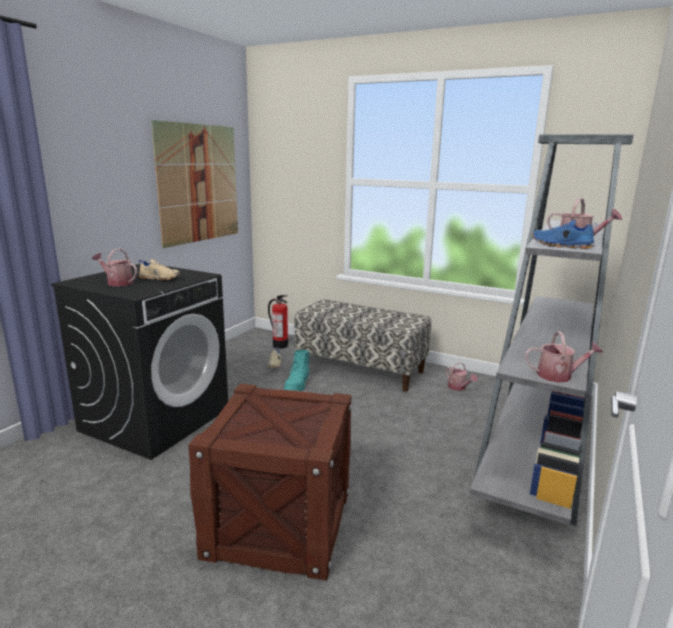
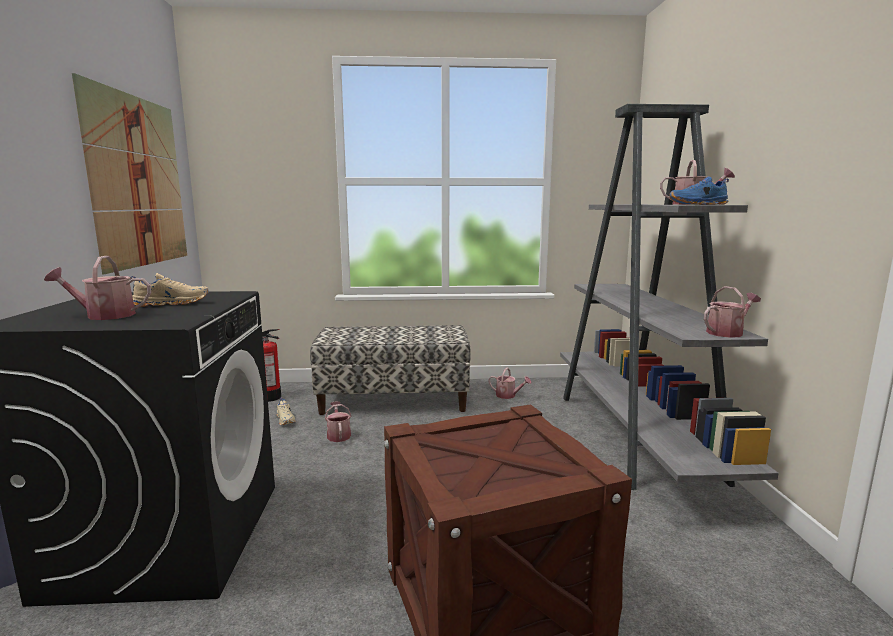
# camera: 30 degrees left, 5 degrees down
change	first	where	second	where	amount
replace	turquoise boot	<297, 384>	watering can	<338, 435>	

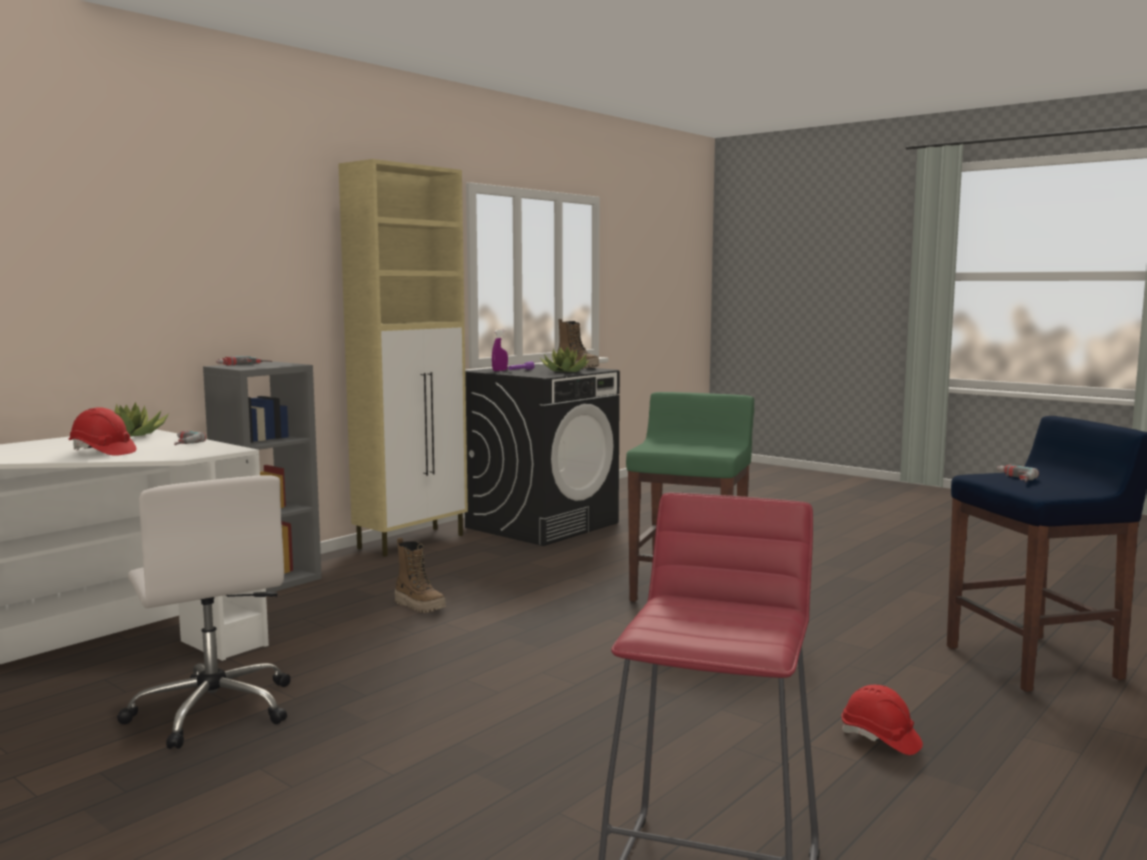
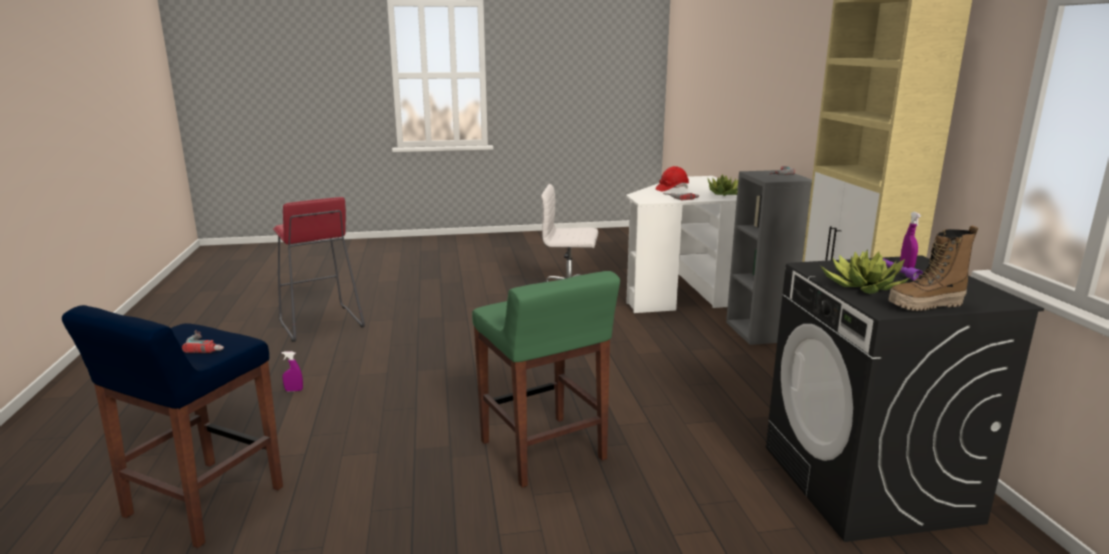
# camera: 130 degrees right, 10 degrees up
change	first	where	second	where	amount
delete	boot	<420, 606>			
replace	red hard hat	<880, 739>	purple spray bottle	<294, 390>	

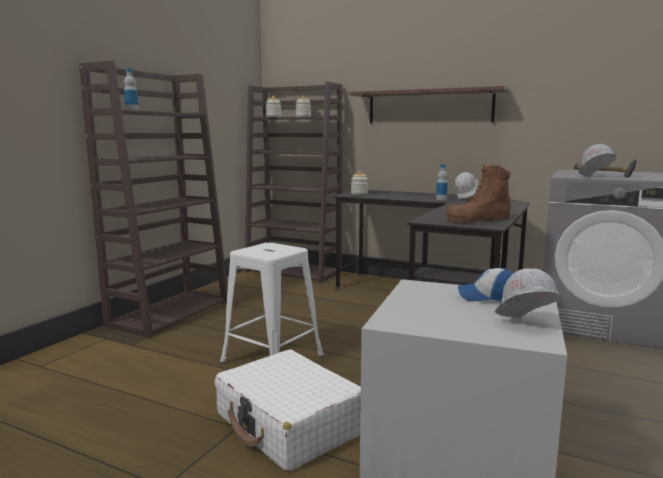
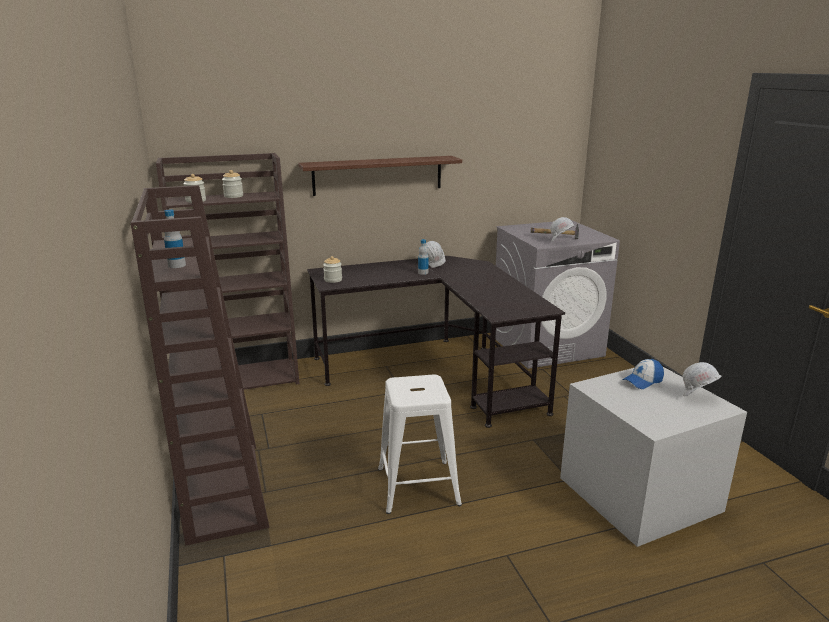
# camera: 45 degrees left, 10 degrees up
change	first	where	second	where	amount
delete	white suitcase	<289, 424>			
delete	brown boot	<478, 220>			

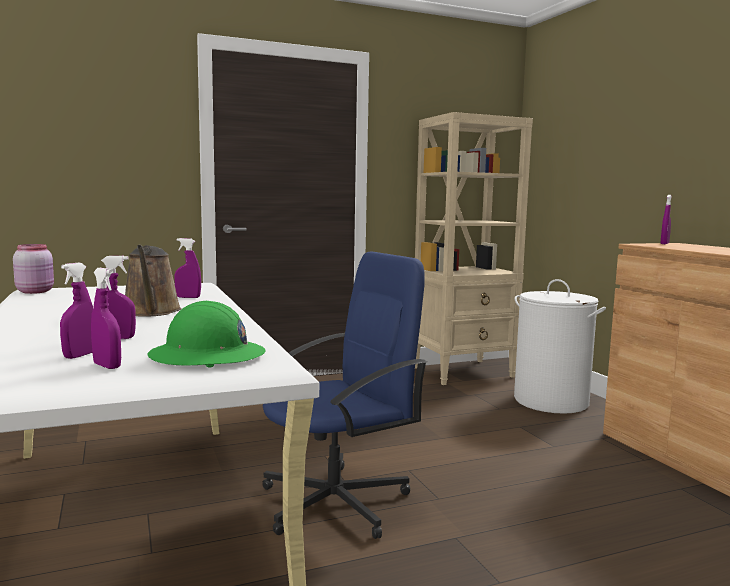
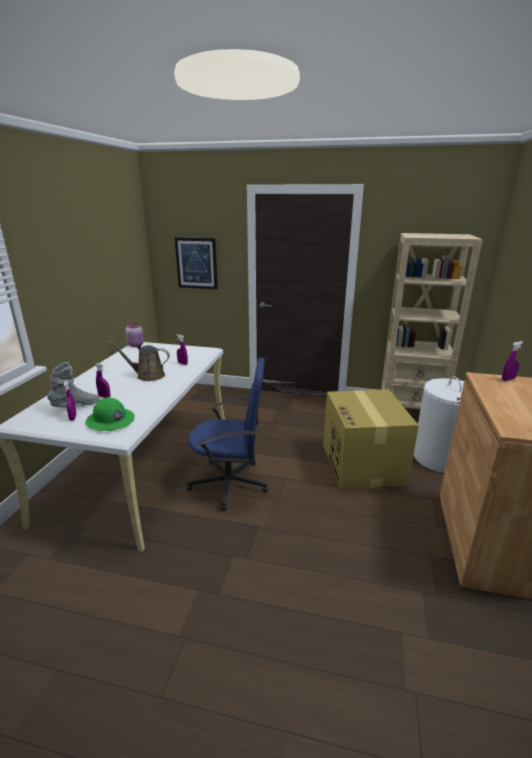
# camera: 35 degrees right, 15 degrees up
change	first	where	second	where	amount
insert			picture	<196, 263>	
insert			cardboard box	<363, 464>	
replace	purple spray bottle	<79, 355>	grey boot	<76, 407>	
rotate	brown watering can	<151, 312>		<147, 375>	75 degrees clockwise

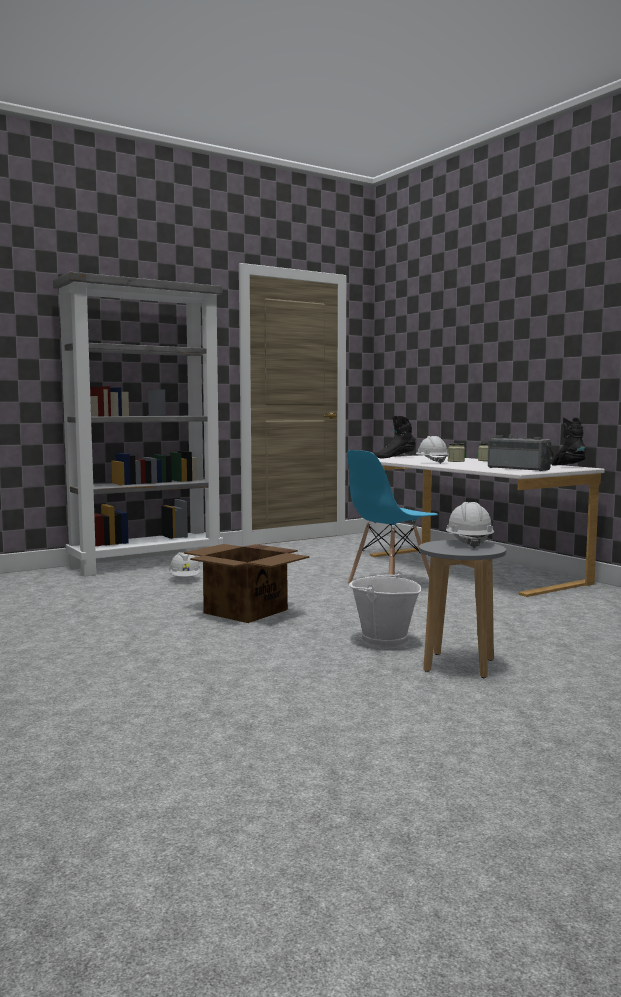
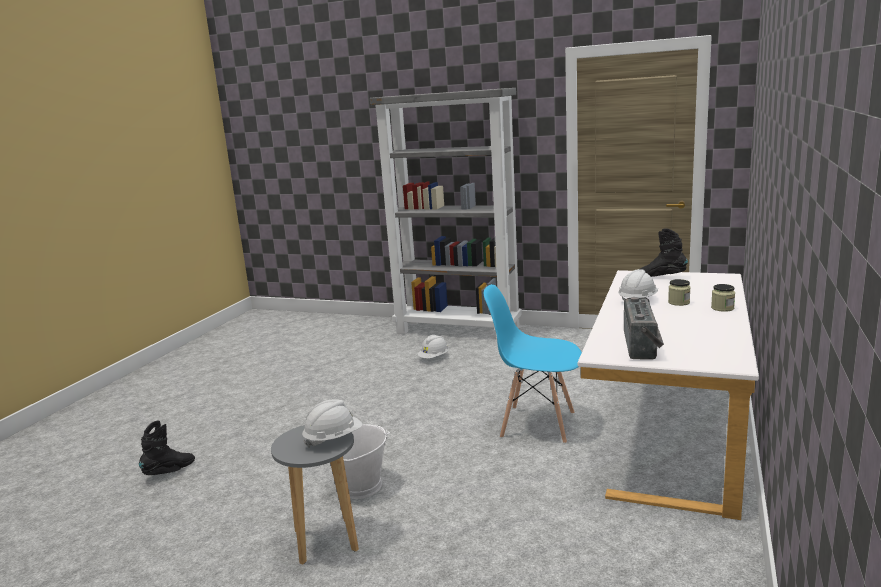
# camera: 55 degrees right, 10 degrees up
change	first	where	second	where	amount
delete	cardboard box	<246, 611>			
move	black boot	<567, 466>		<170, 472>	

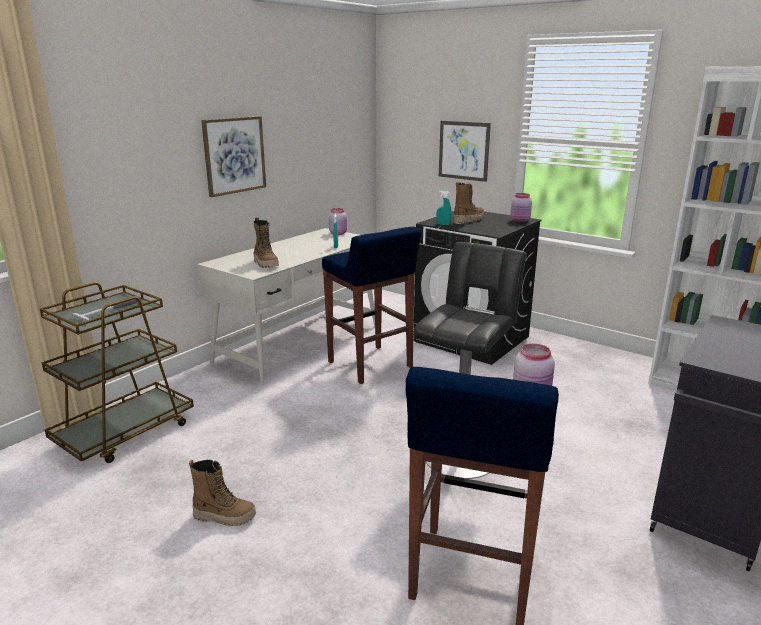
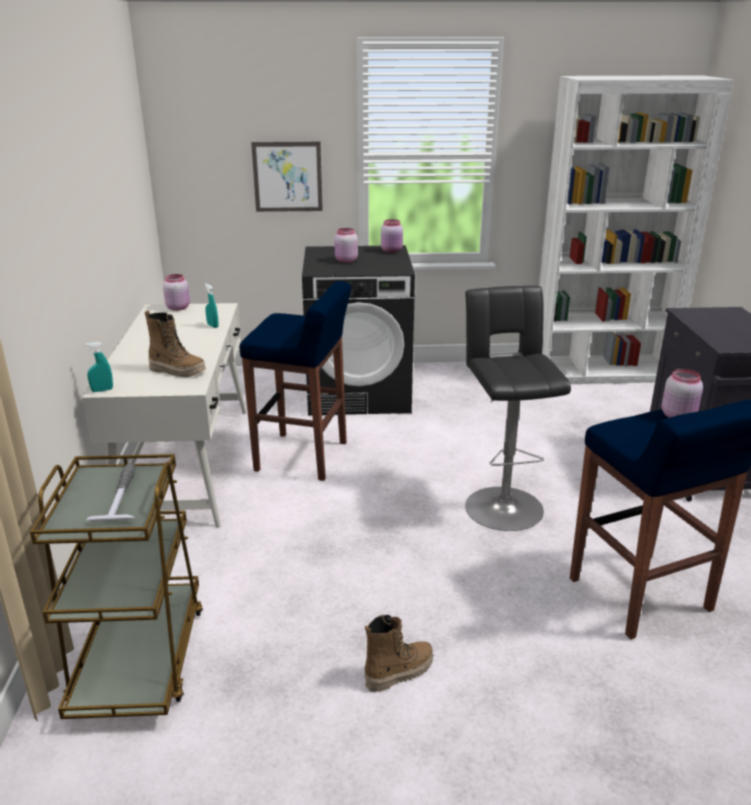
# camera: 40 degrees left, 5 degrees up
change	first	where	second	where	amount
delete	picture	<234, 155>			
move	turquoise spray bottle	<443, 224>		<102, 390>	
replace	boot	<468, 220>	pink jar	<345, 260>	

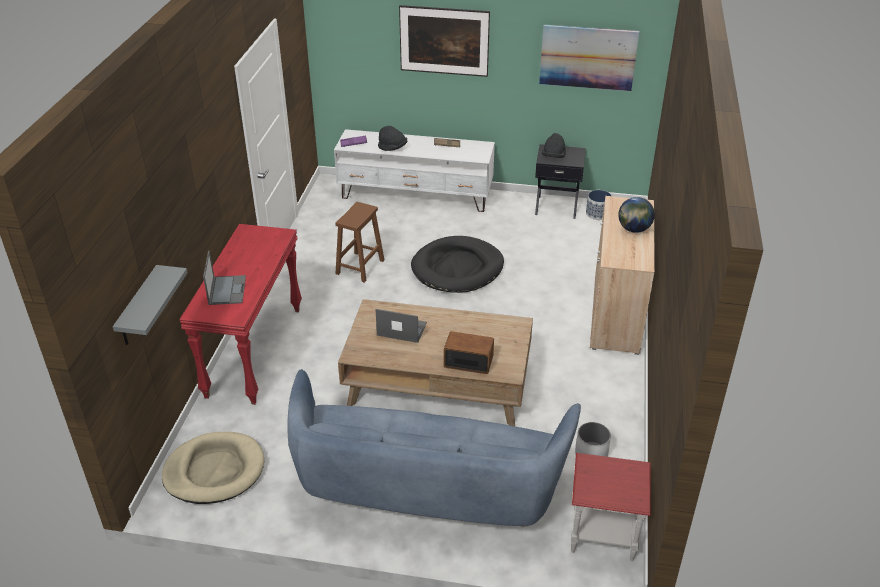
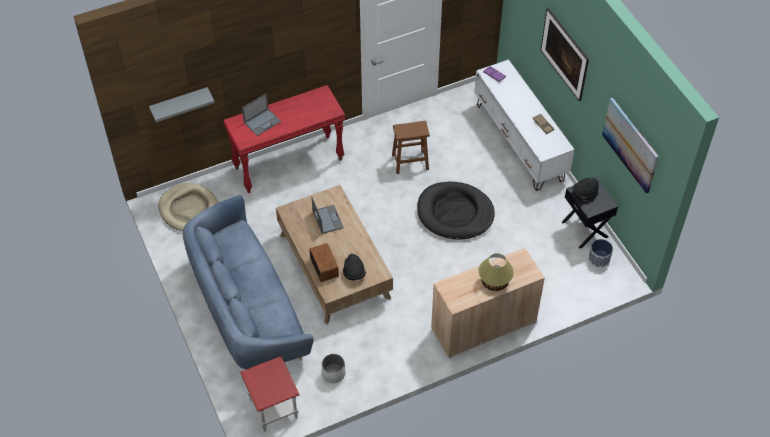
# camera: 55 degrees right, 15 degrees up
change	first	where	second	where	amount
move	black hat	<392, 148>		<354, 273>	
replace	globe	<634, 229>	table lamp	<494, 282>	

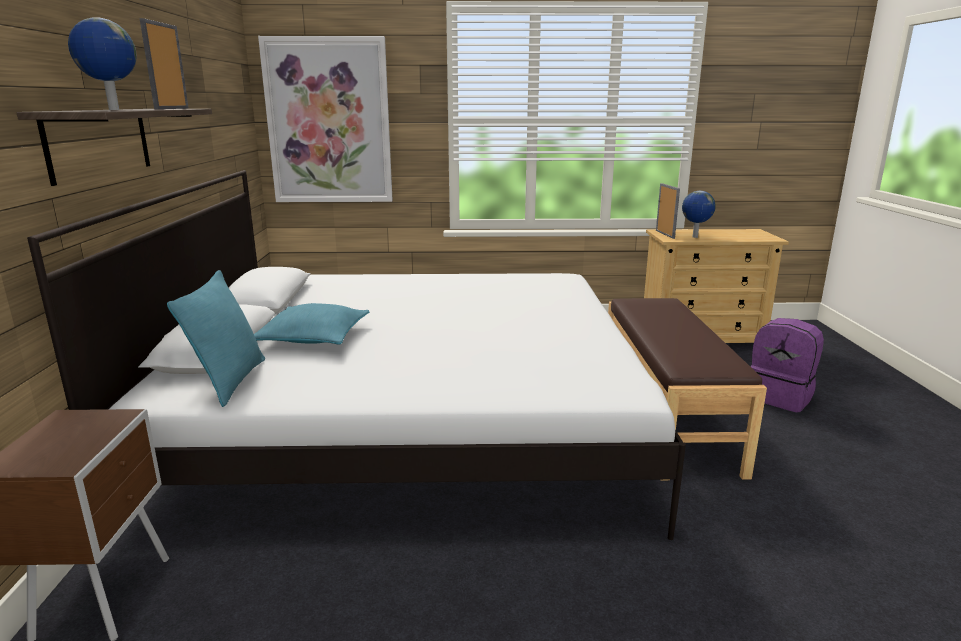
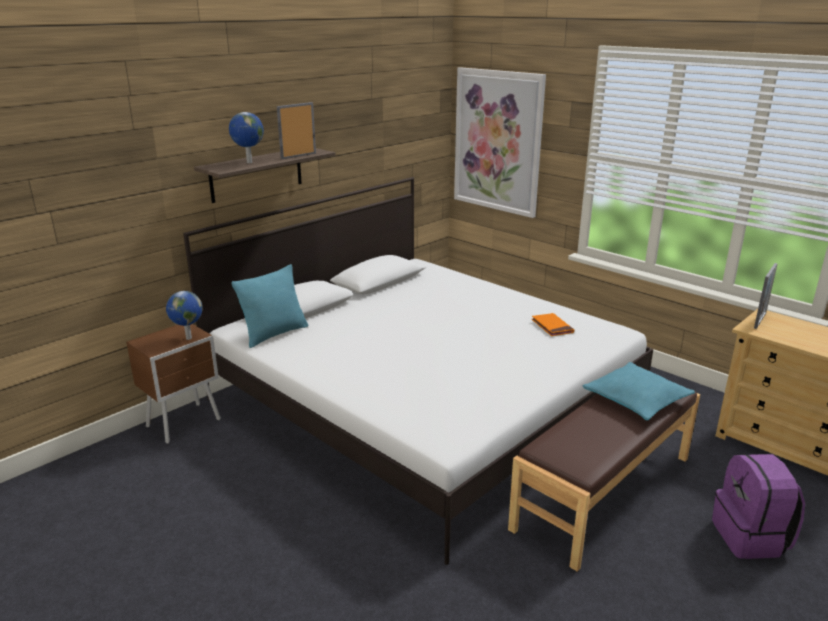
# camera: 45 degrees right, 5 degrees up
change	first	where	second	where	amount
insert			orange book	<552, 326>	
move	turquoise pillow	<313, 337>		<636, 399>	
move	globe	<695, 237>		<188, 338>	

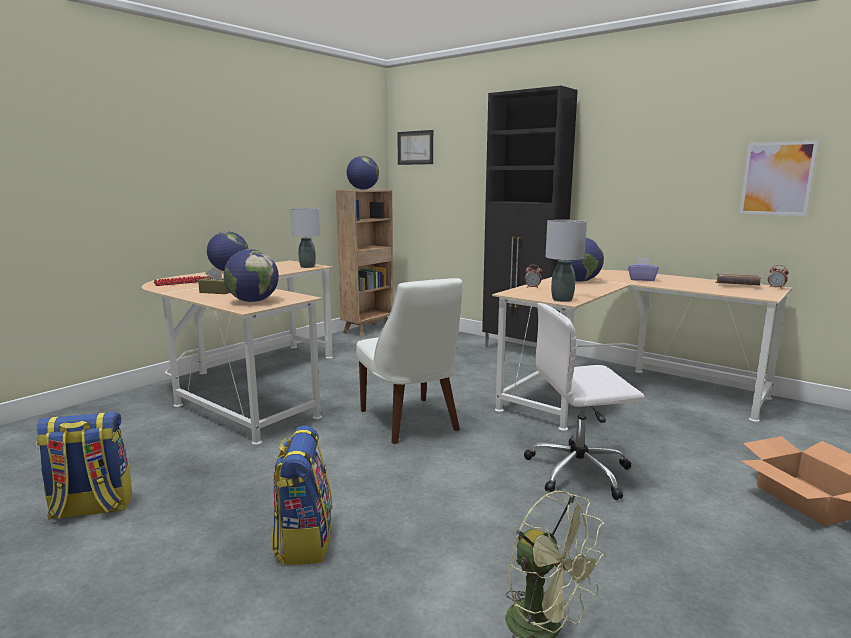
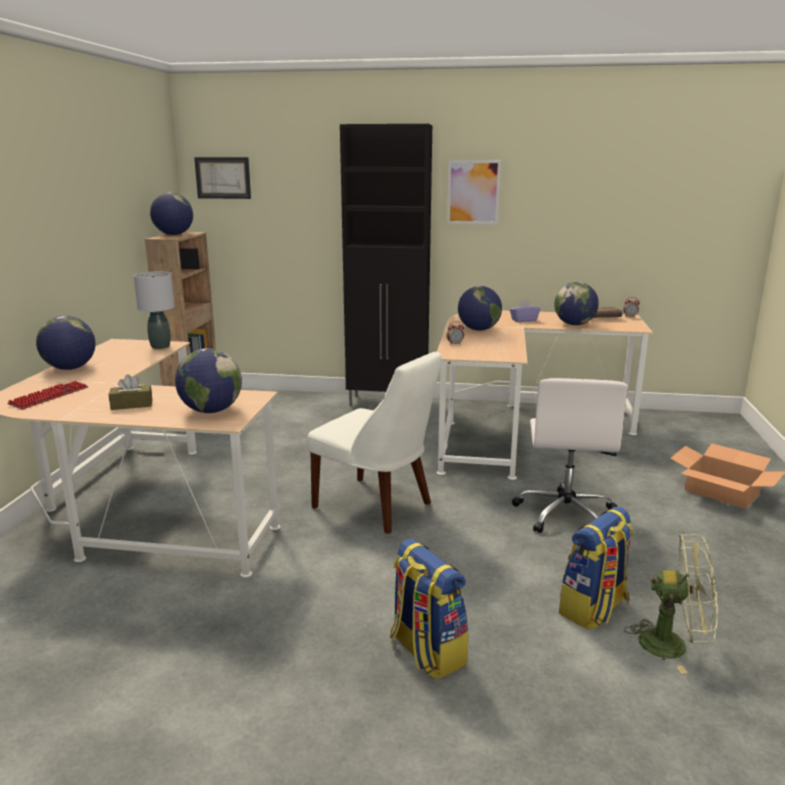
# camera: 30 degrees left, 5 degrees up
change	first	where	second	where	amount
delete	grey table lamp	<562, 300>			
insert			globe	<574, 324>	
move	backpack	<91, 508>		<594, 609>	
move	picture	<777, 178>		<473, 192>	
rotate	white office chair	<580, 471>		<565, 513>	45 degrees counterclockwise

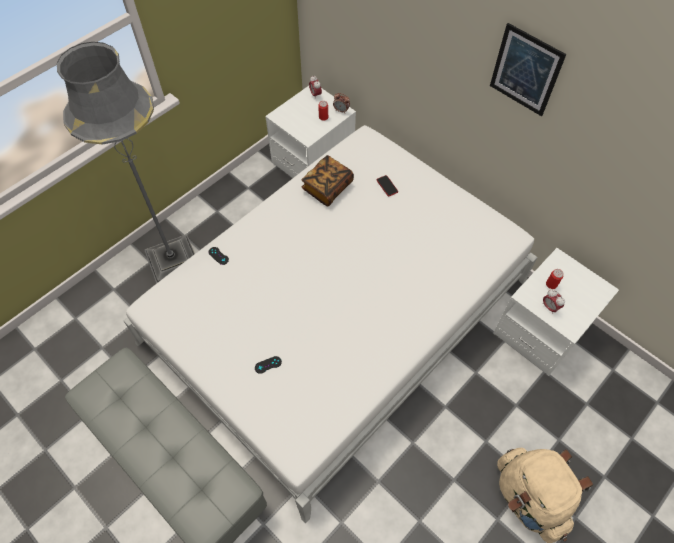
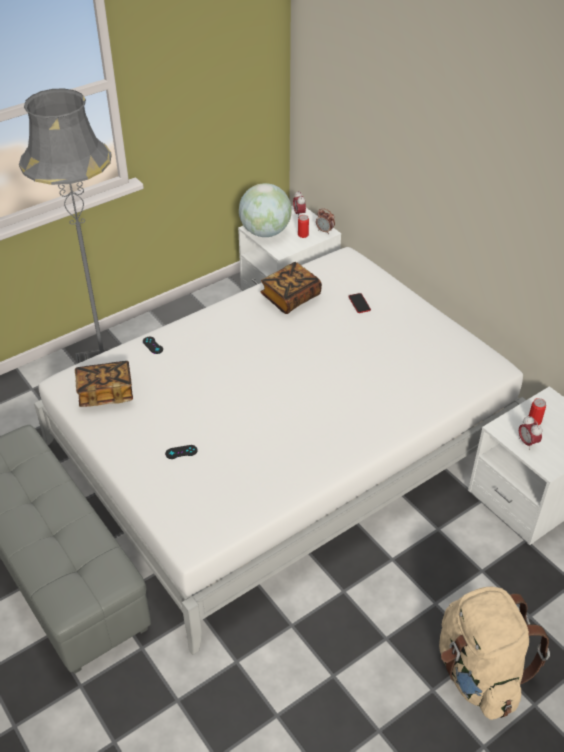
# camera: 10 degrees right, 15 degrees down
change	first	where	second	where	amount
delete	picture	<525, 70>			
insert			book	<106, 393>	
insert			globe	<265, 232>	

